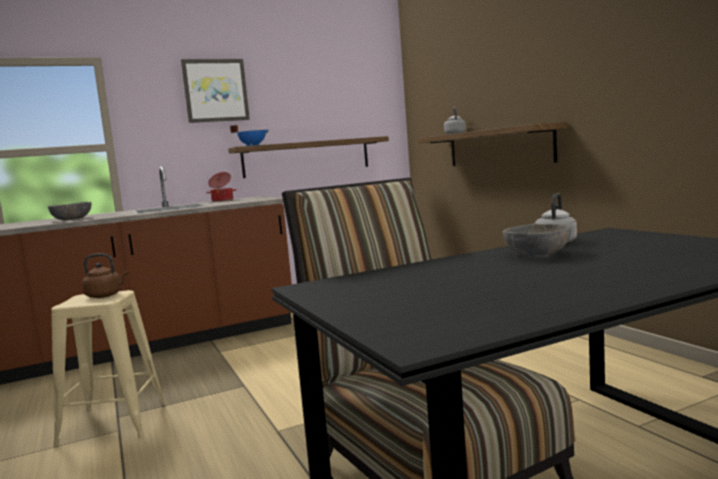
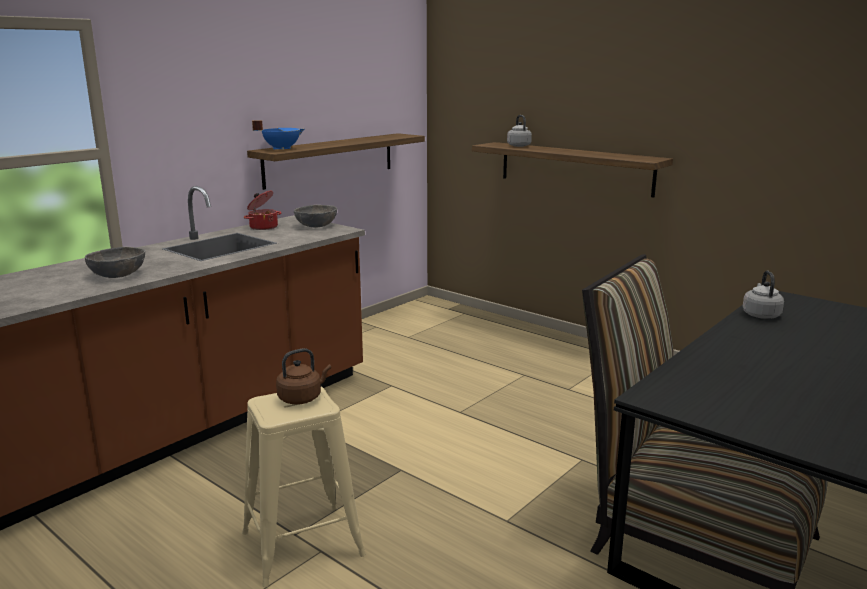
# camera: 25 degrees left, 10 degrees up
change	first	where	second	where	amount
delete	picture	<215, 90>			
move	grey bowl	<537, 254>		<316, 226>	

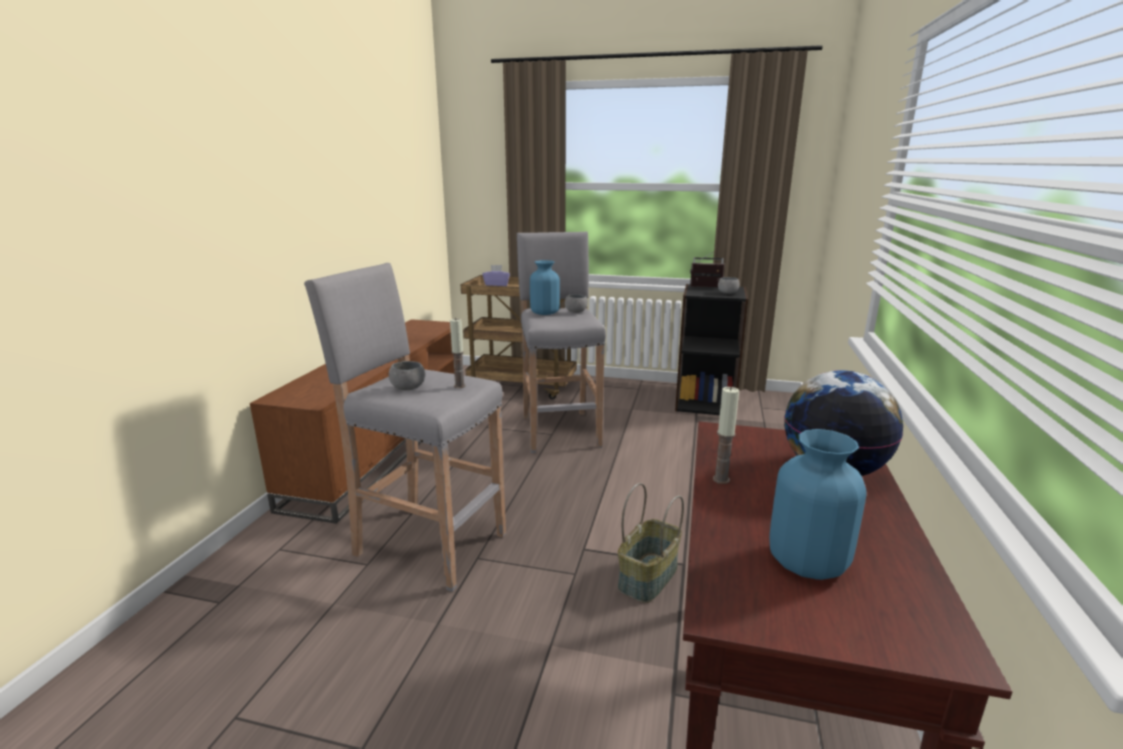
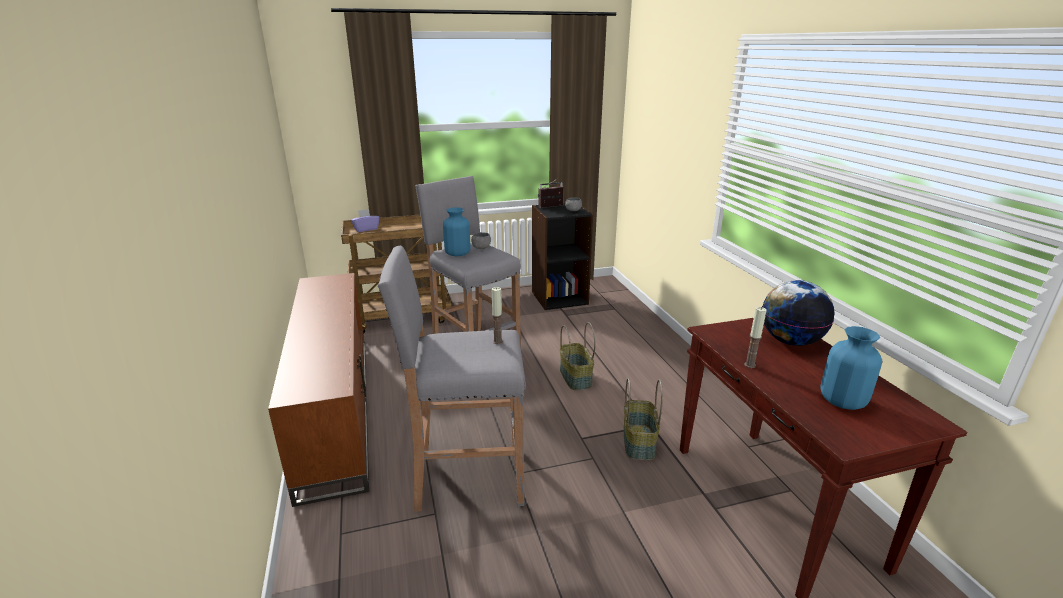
# camera: 30 degrees left, 5 degrees up
change	first	where	second	where	amount
delete	grey bowl	<408, 388>			
insert			basket	<574, 377>	

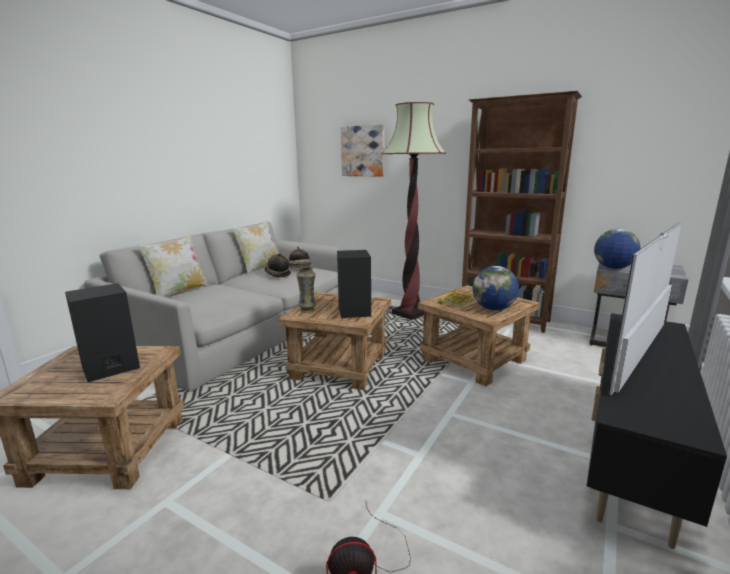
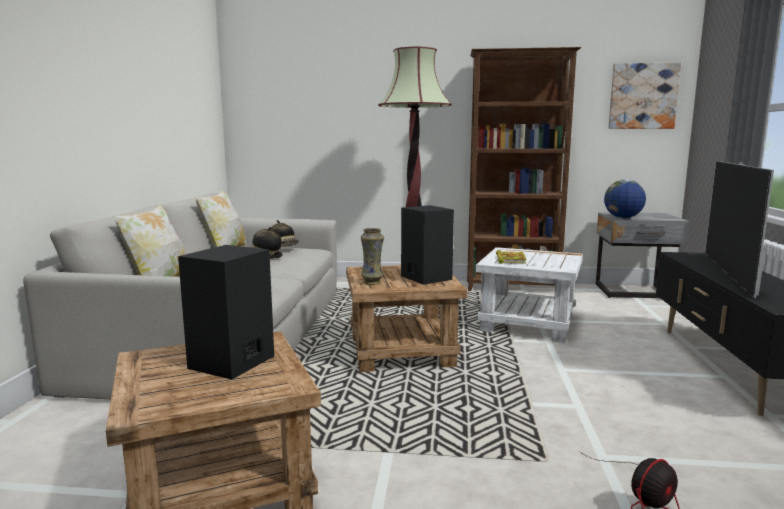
# camera: 25 degrees left, 5 degrees down
change	first	where	second	where	amount
delete	globe	<493, 309>			
move	picture	<363, 151>		<643, 96>	
recolor	brown side table	<475, 360>	white side table	<529, 324>	

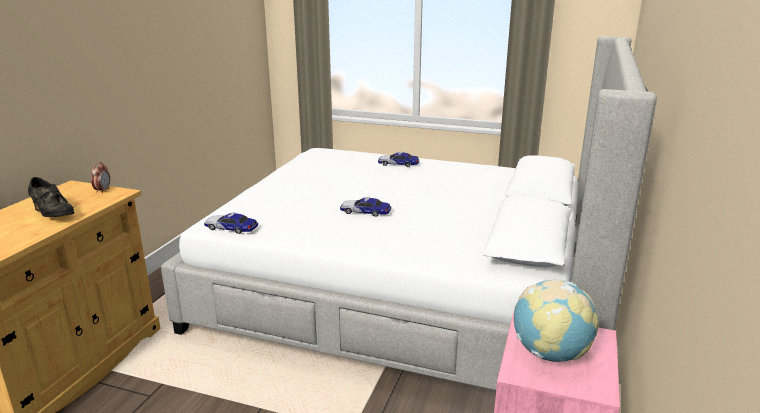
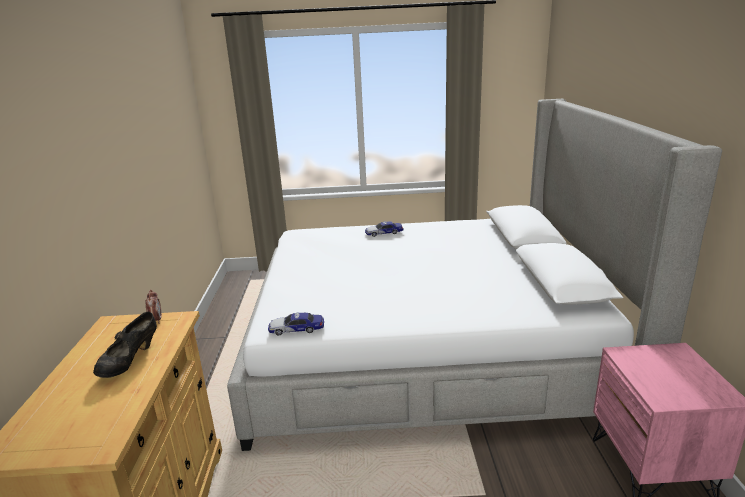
# camera: 20 degrees left, 0 degrees up
change	first	where	second	where	amount
delete	toy car	<365, 212>			
delete	globe	<550, 353>			
rotate	black shoe	<53, 215>		<130, 362>	90 degrees clockwise

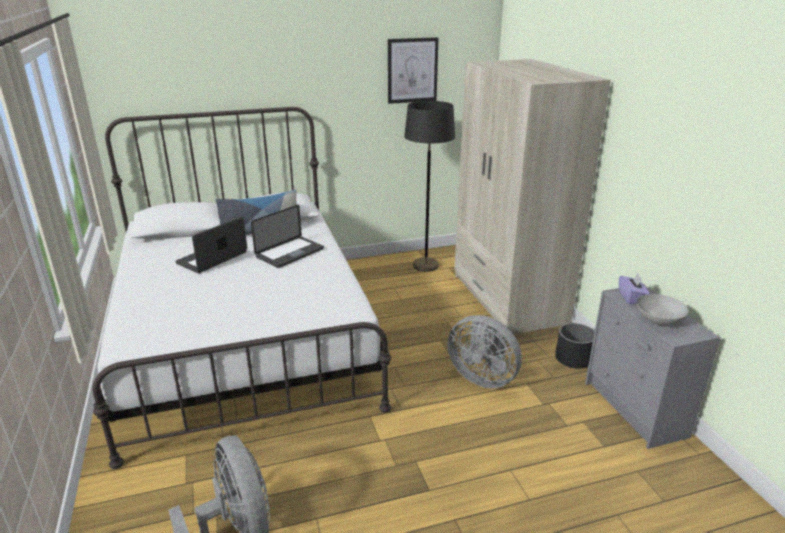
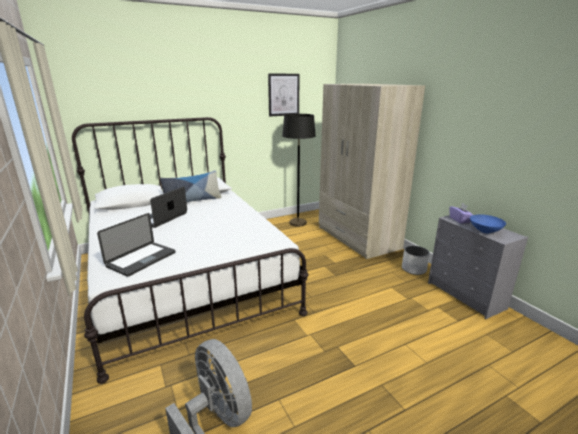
# camera: 10 degrees left, 5 degrees down
change	first	where	second	where	amount
delete	grey fan	<482, 377>			
move	laptop	<290, 253>		<141, 259>	
recolor	black planter	<573, 359>	white planter	<414, 269>	
recolor	grey bowl	<658, 321>	blue bowl	<484, 231>	

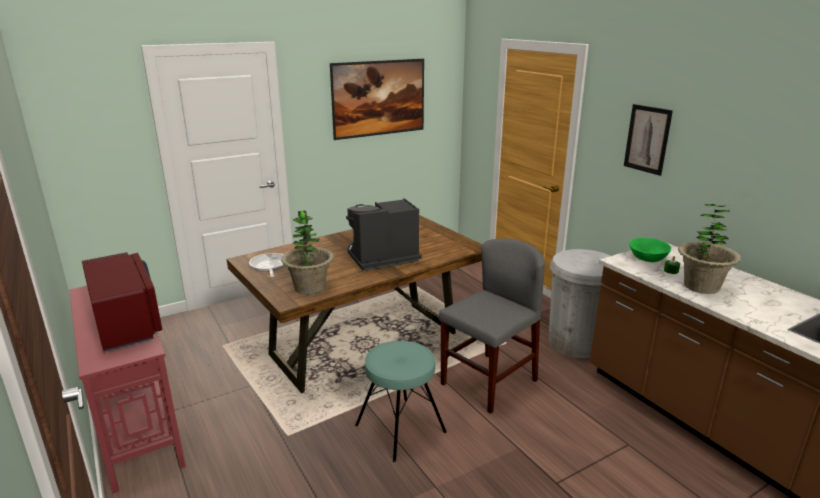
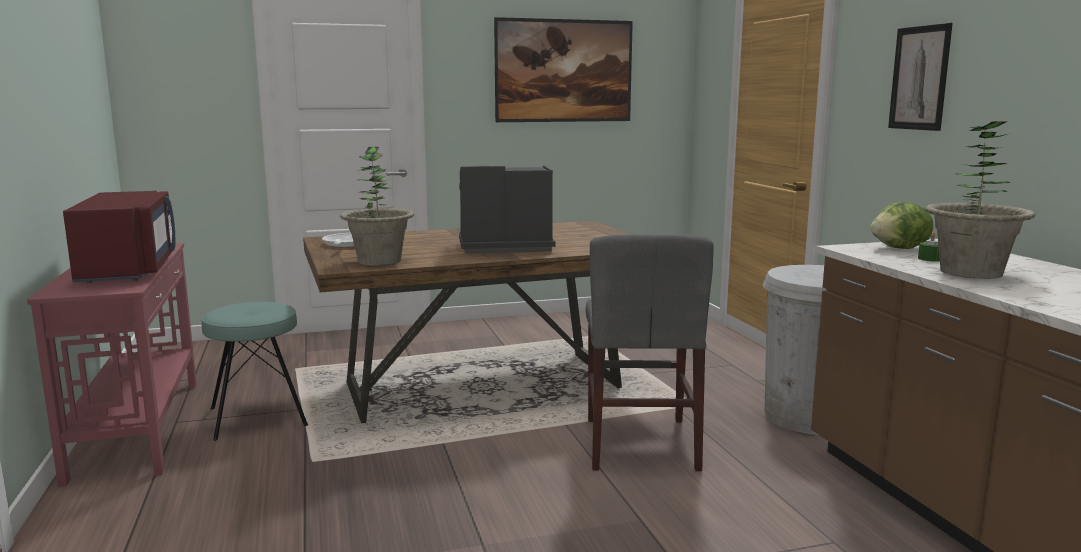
# camera: 15 degrees right, 10 degrees down
change	first	where	second	where	amount
move	turquoise stool	<400, 428>		<258, 417>	
replace	green bowl	<648, 259>	lettuce	<900, 249>	
rotate	grey chair	<489, 382>		<640, 443>	120 degrees clockwise

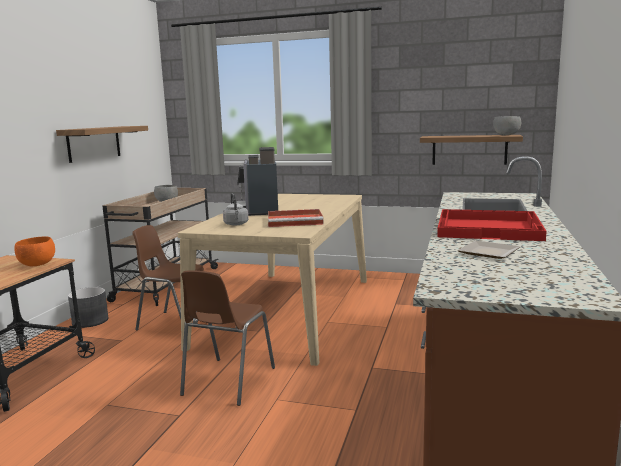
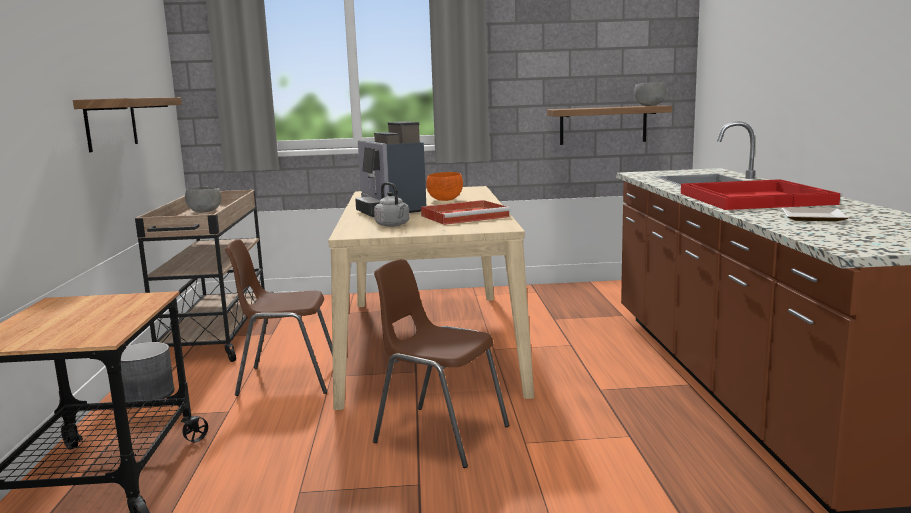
# camera: 20 degrees left, 0 degrees up
change	first	where	second	where	amount
move	orange bowl	<37, 265>		<446, 200>	
rotate	brown chair	<227, 381>		<440, 434>	120 degrees clockwise

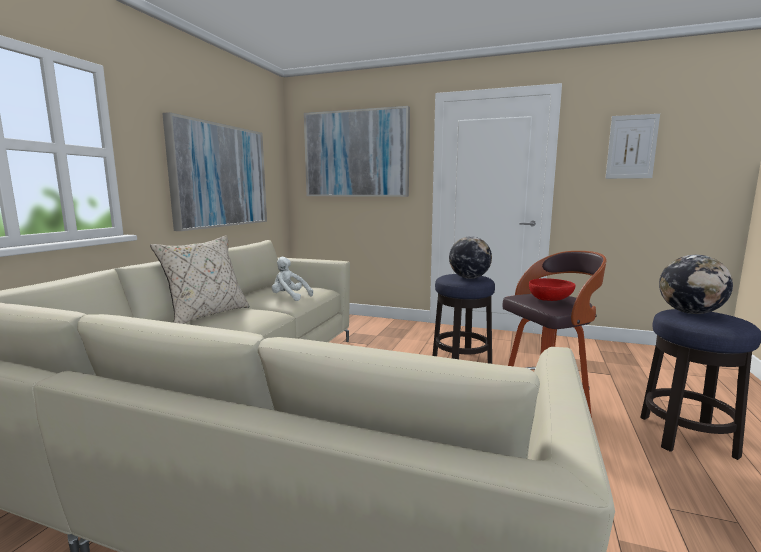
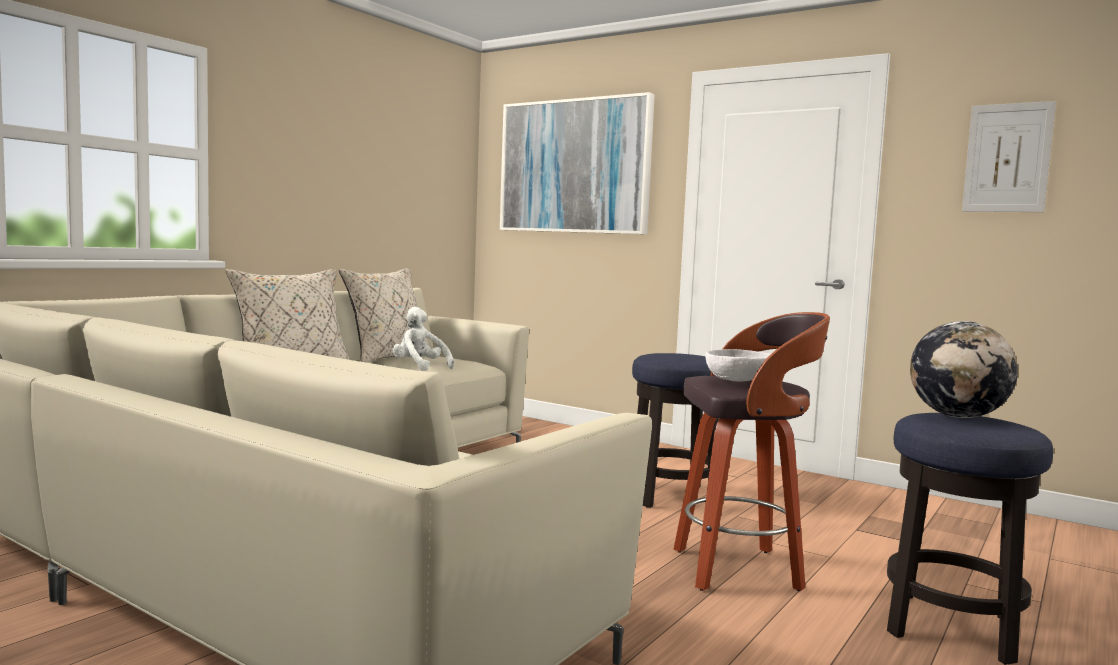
# camera: 15 degrees right, 5 degrees down
change	first	where	second	where	amount
delete	picture	<219, 176>			
delete	globe	<469, 278>			
insert			beige pillow	<386, 357>	
recolor	red bowl	<550, 300>	white bowl	<738, 381>	

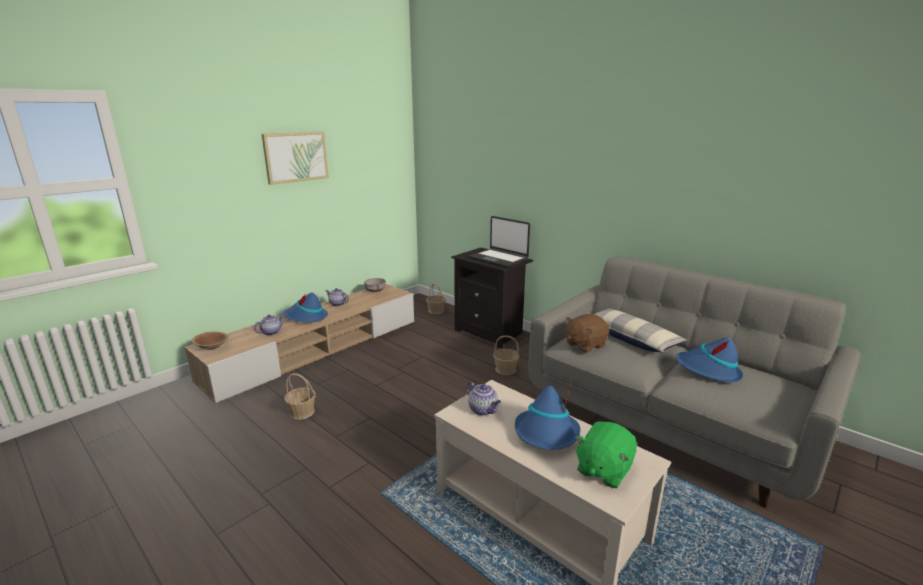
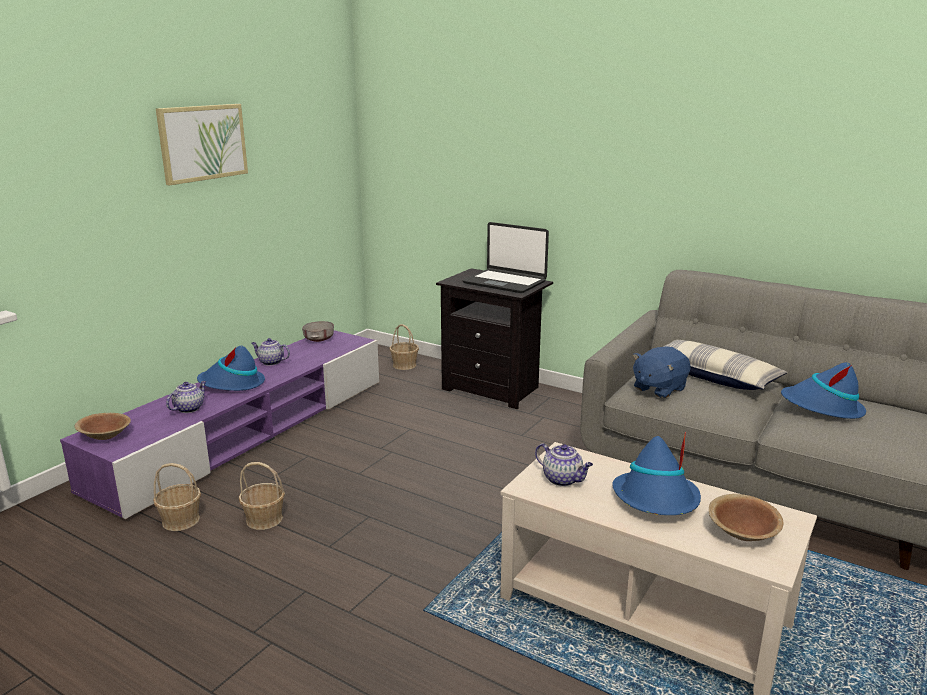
# camera: 10 degrees left, 0 degrees up
change	first	where	second	where	amount
move	basket	<505, 369>		<180, 520>	
replace	green plush toy	<603, 469>	brown bowl	<742, 533>	
recolor	beige tv stand	<317, 350>	purple tv stand	<248, 432>	
recolor	brown plush toy	<584, 345>	blue plush toy	<658, 388>	

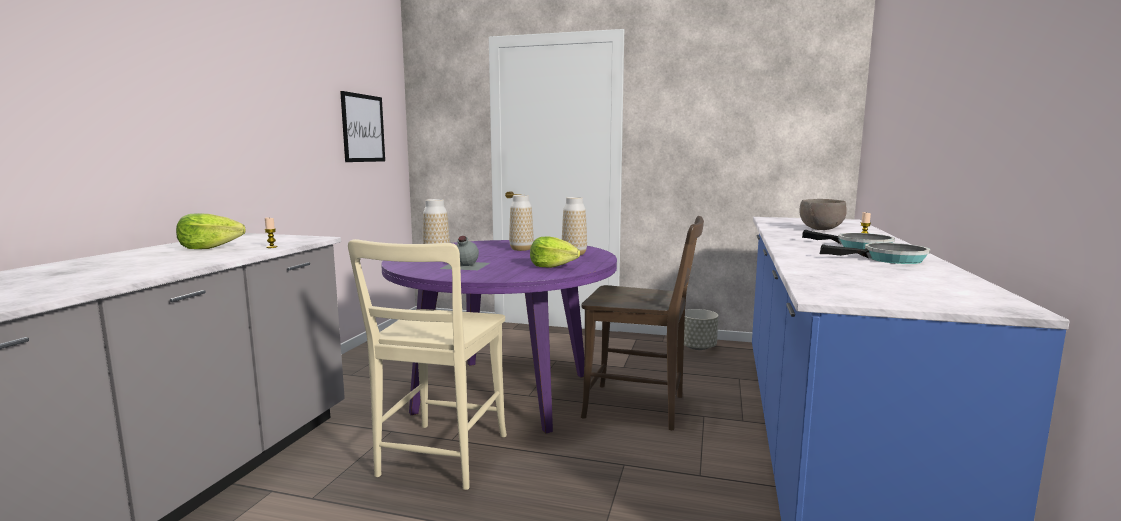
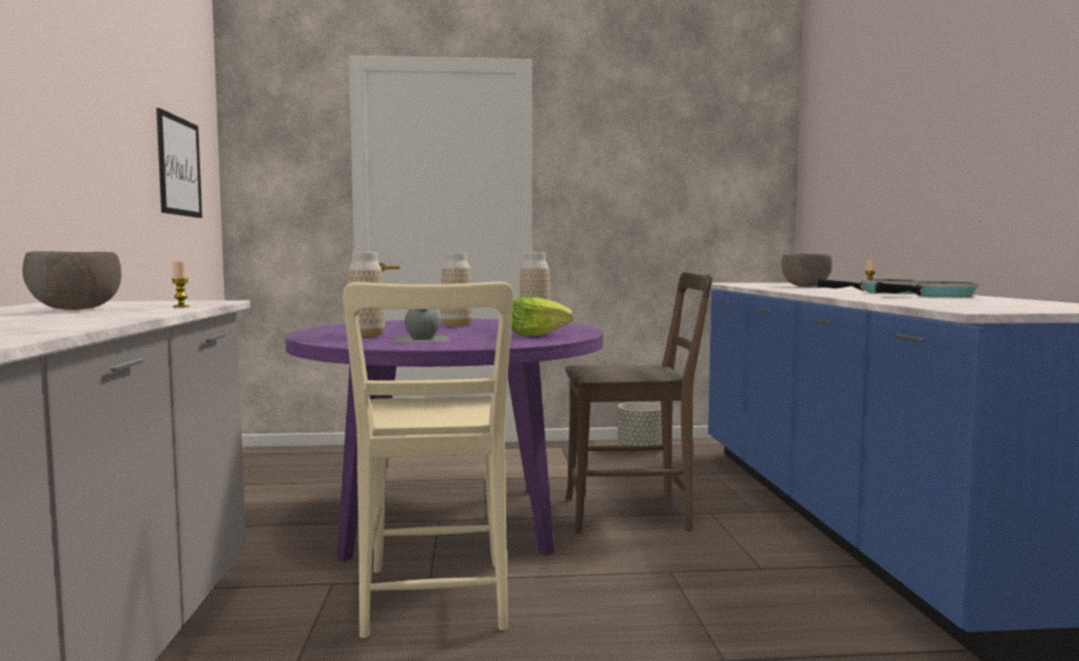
# camera: 20 degrees left, 5 degrees down
change	first	where	second	where	amount
replace	lettuce	<210, 247>	brown bowl	<74, 309>	

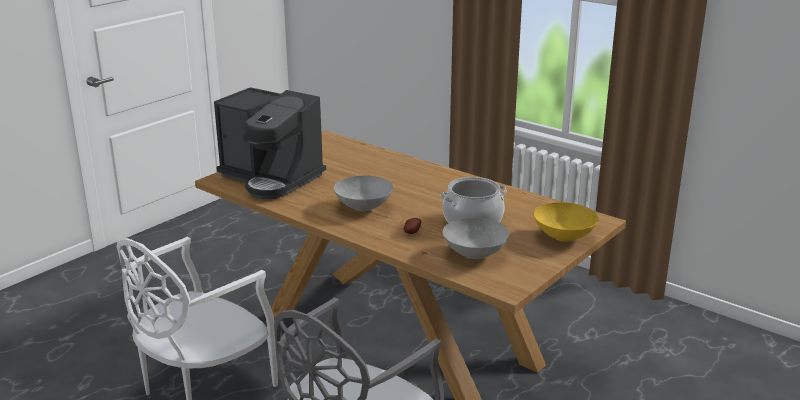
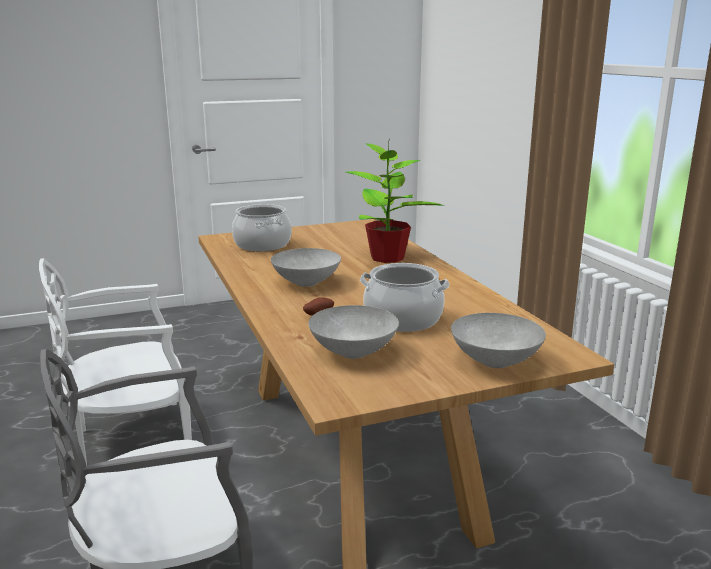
# camera: 30 degrees right, 5 degrees down
change	first	where	second	where	amount
insert			potted plant	<387, 258>	
replace	coffee machine	<271, 178>	cooking pot	<263, 245>	
recolor	yellow bowl	<565, 237>	grey bowl	<497, 362>	

